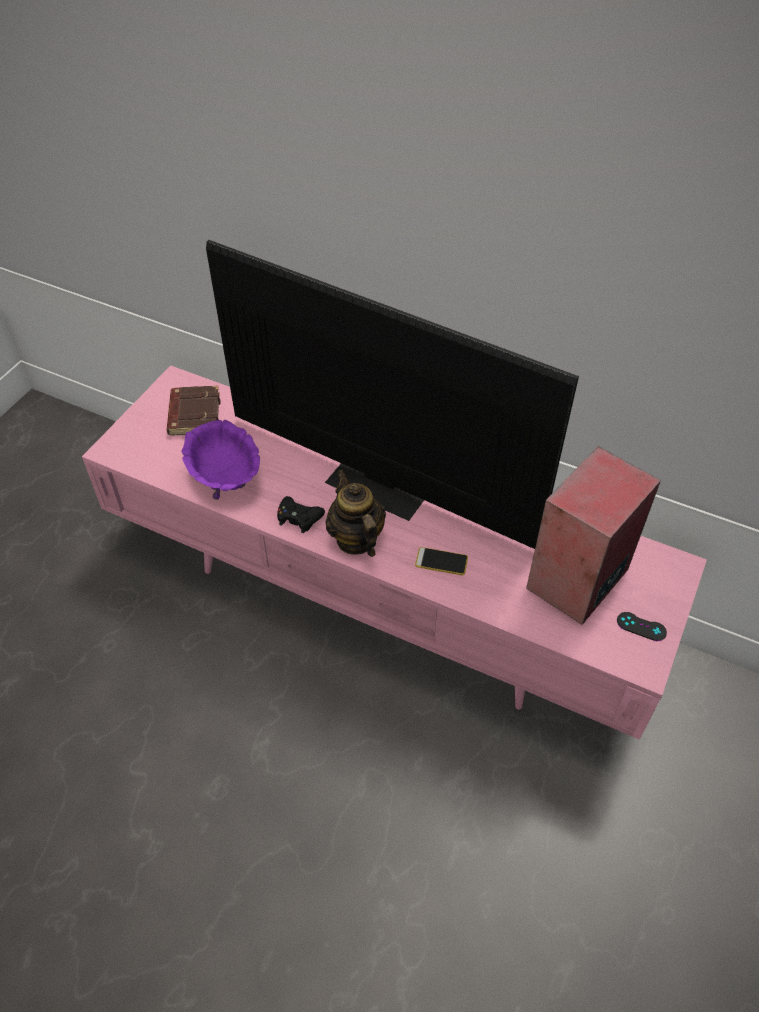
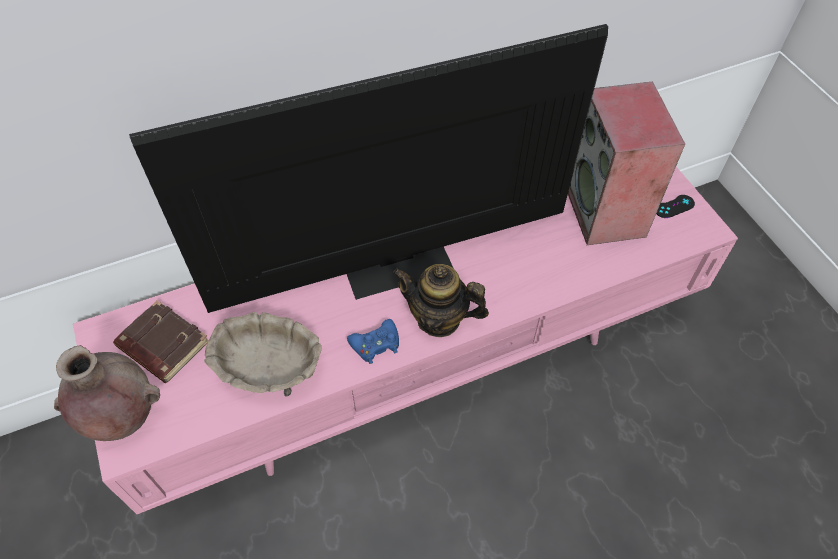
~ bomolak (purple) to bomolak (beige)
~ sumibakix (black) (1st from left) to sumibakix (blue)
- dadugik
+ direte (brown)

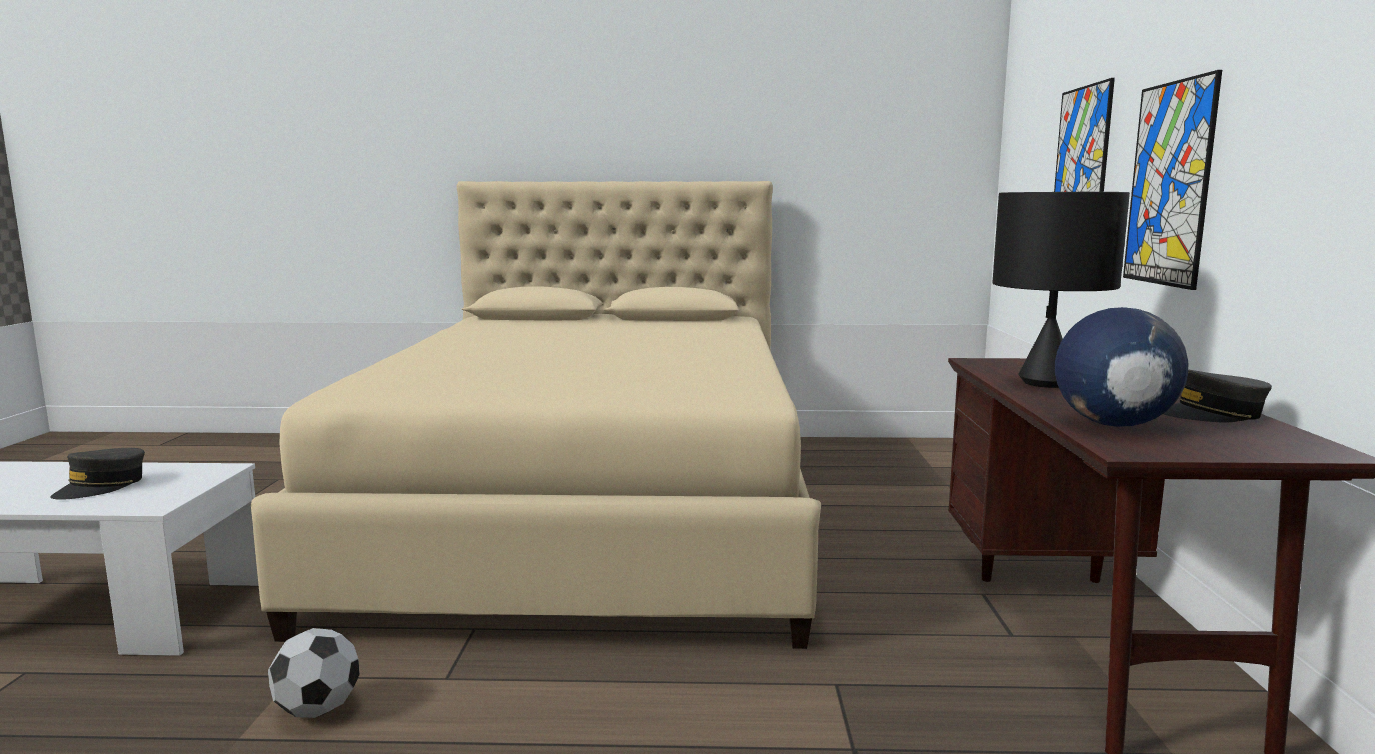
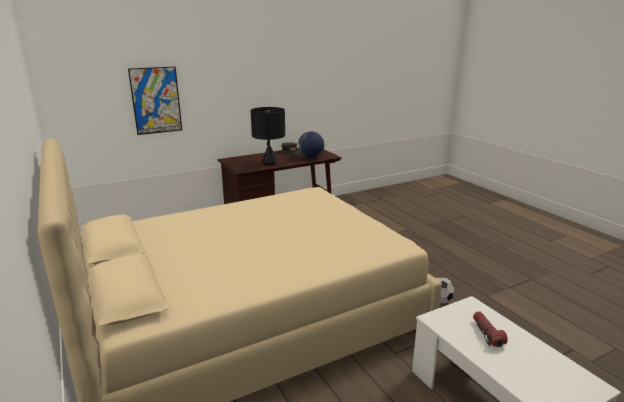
~ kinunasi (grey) (1st from left) to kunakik
- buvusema (2nd from left)

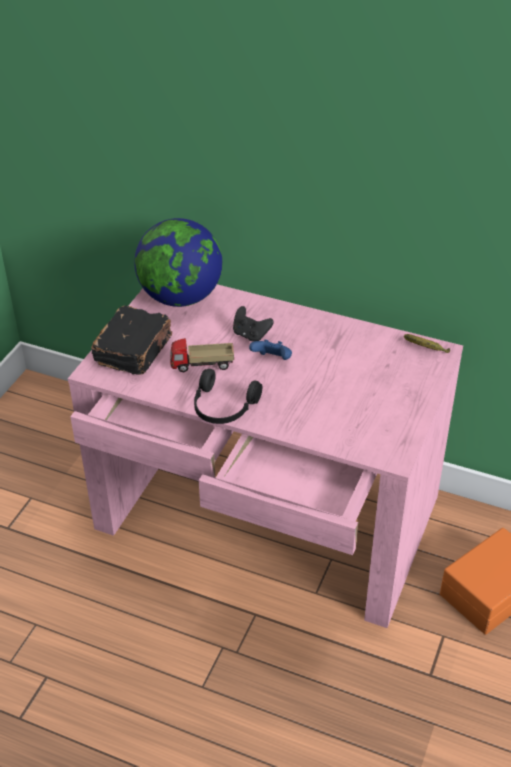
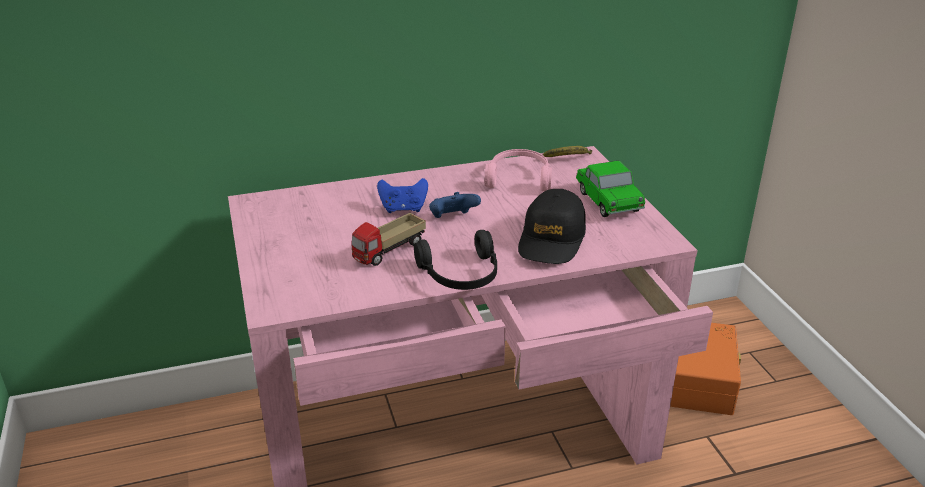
- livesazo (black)
- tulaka
~ sumibakix (black) to sumibakix (blue) (1st from left)
+ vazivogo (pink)
+ kinunasi (black)
+ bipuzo

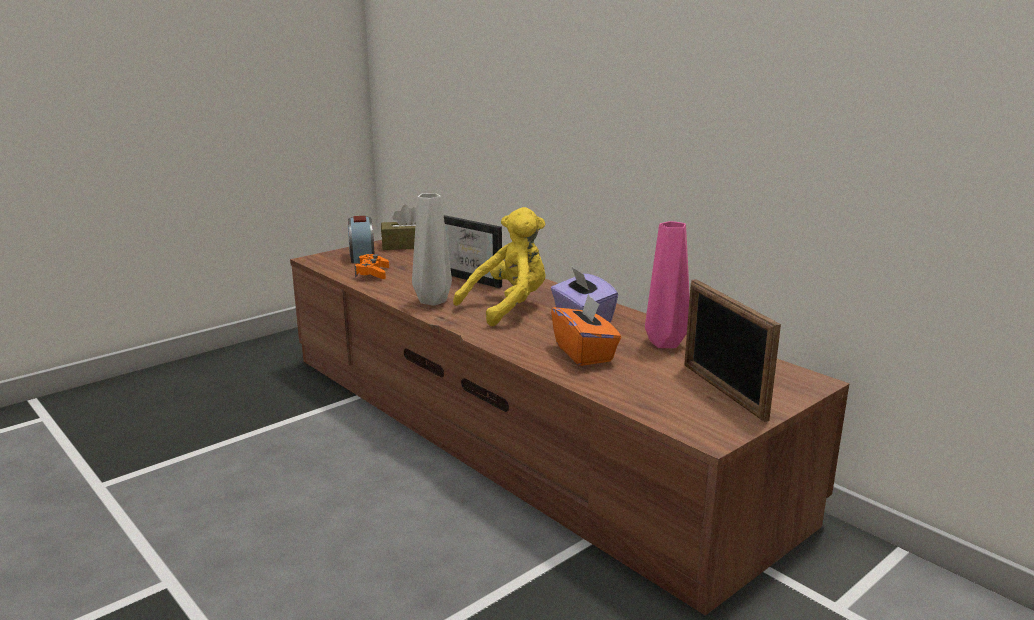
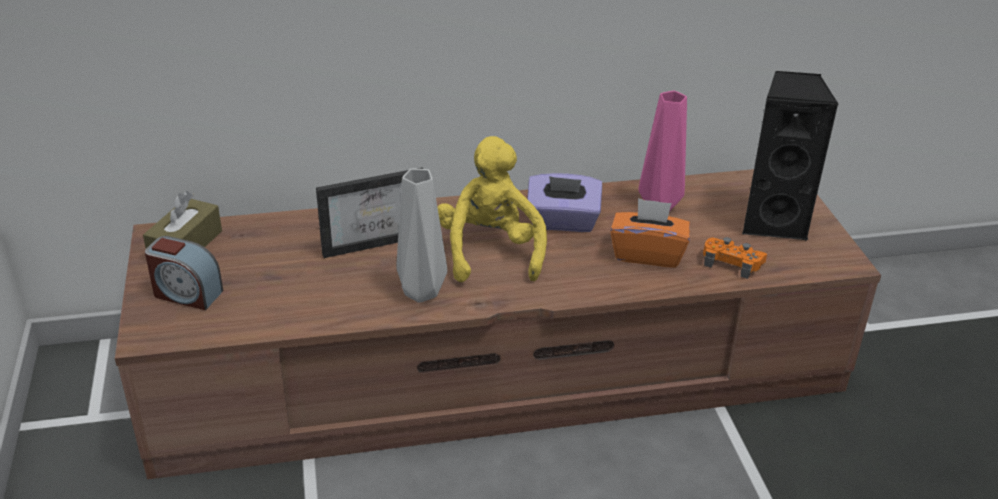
~ sumibakix (orange)
~ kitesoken (2nd from left) to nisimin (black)

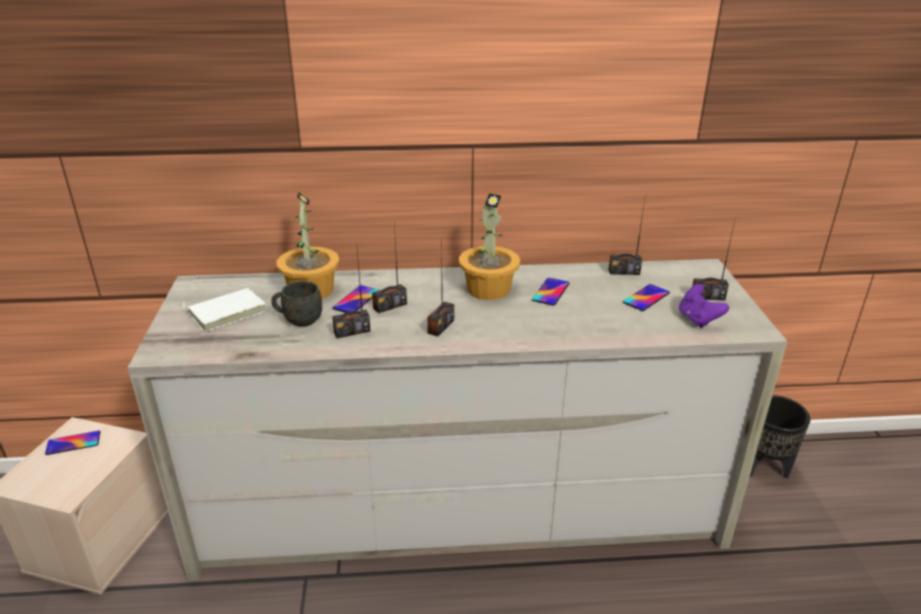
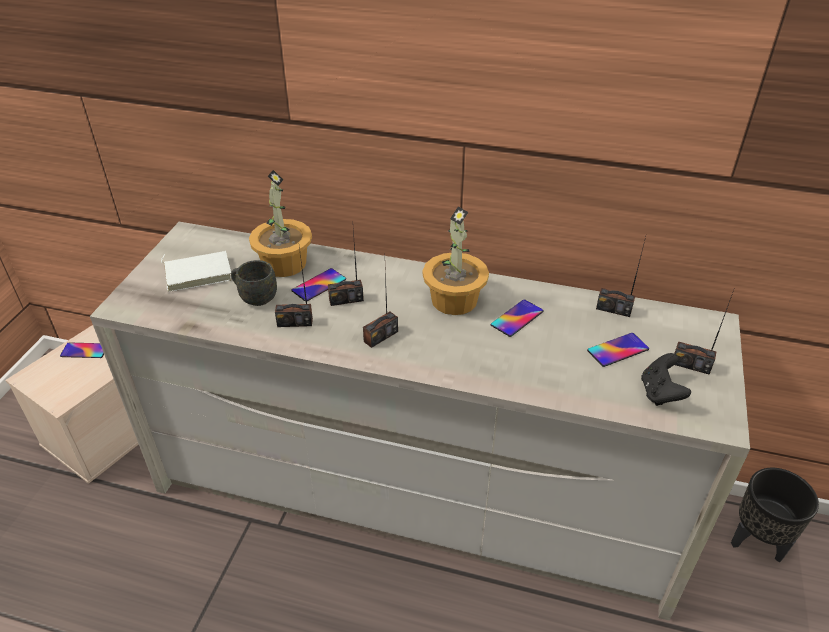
~ sumibakix (purple) to sumibakix (black)

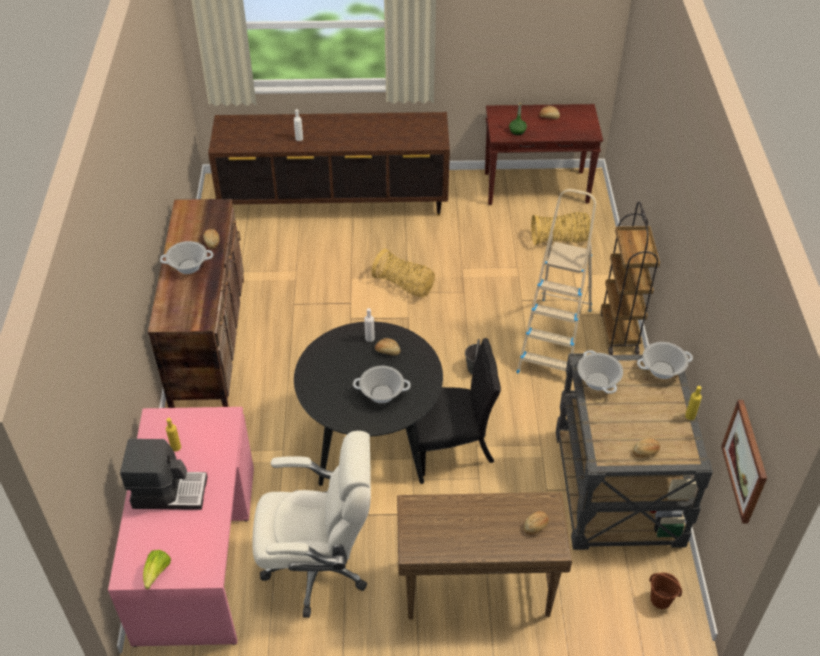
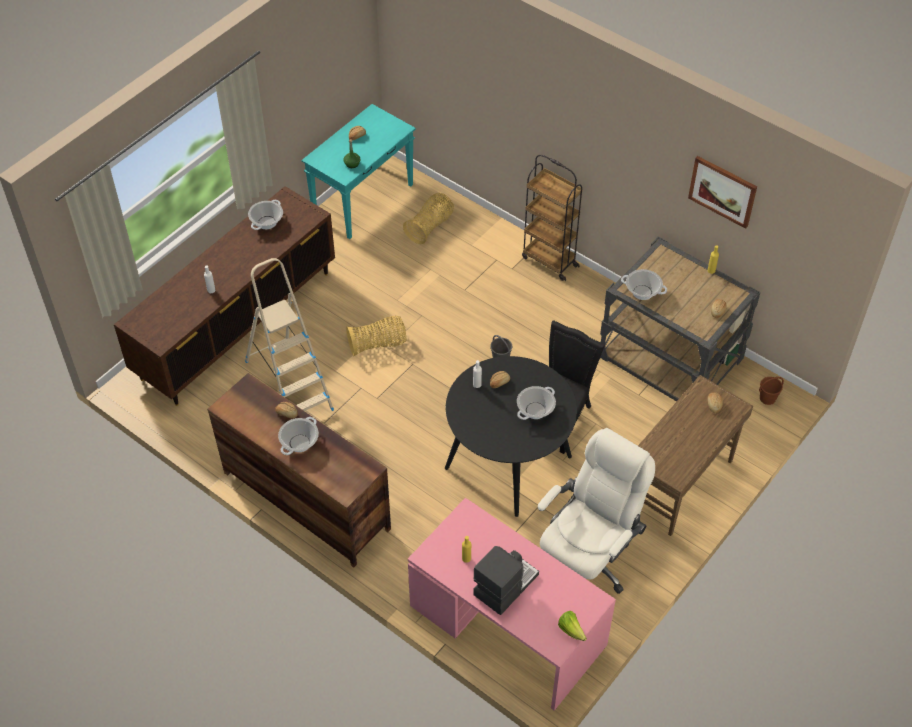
~ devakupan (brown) (2nd from left) to devakupan (turquoise)
~ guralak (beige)
~ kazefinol (4th from left in the first image) to kazefinol (1st from left)
~ buvusema

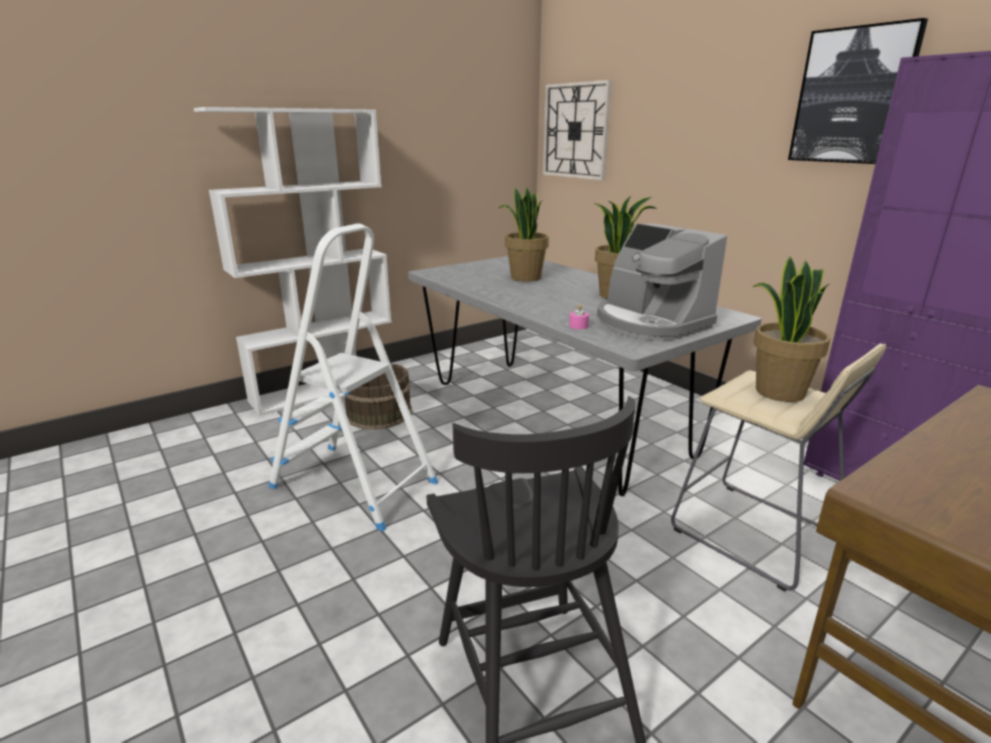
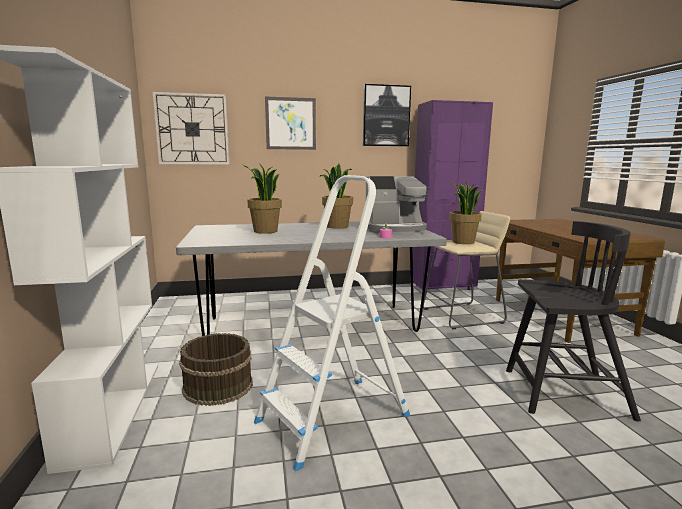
+ buvusema (1st from left)

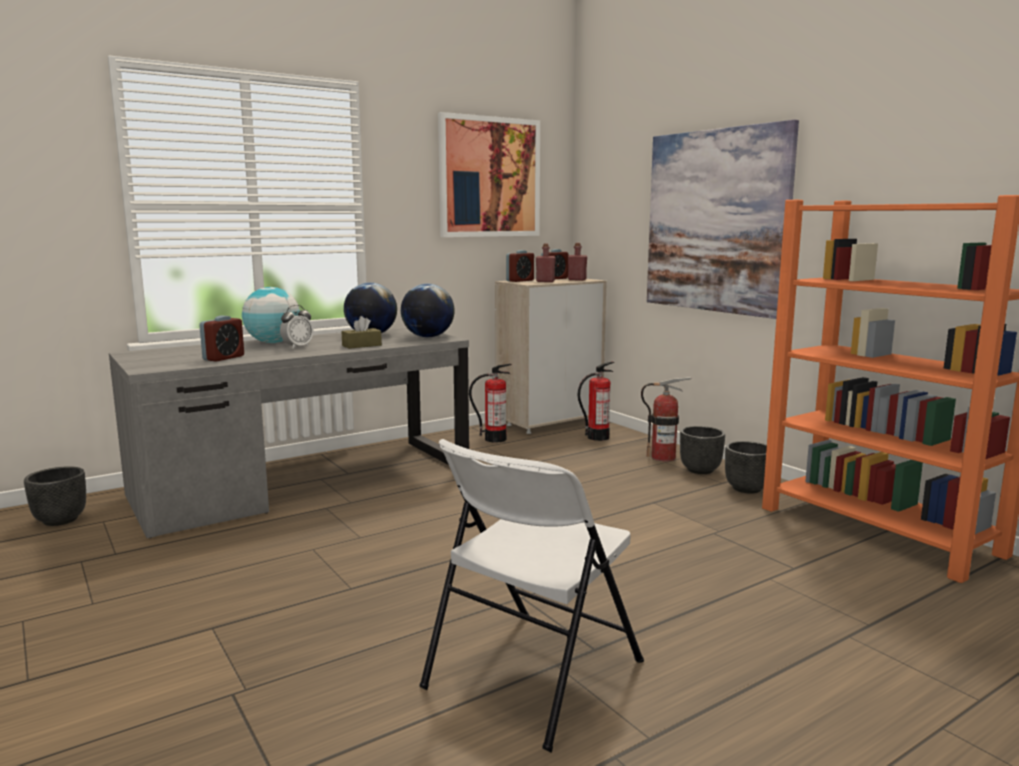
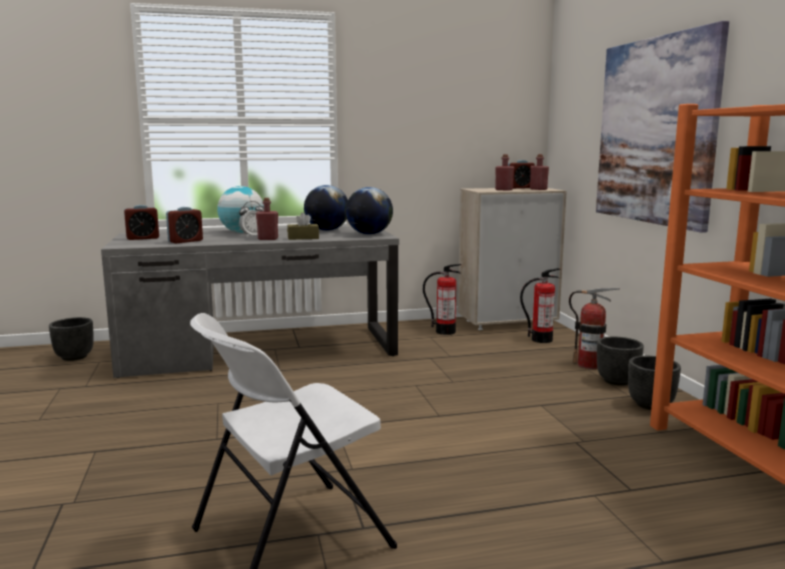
- buvusema (1st from left)
~ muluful (3rd from left in the first image) to muluful (1st from left)
+ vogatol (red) (1st from left)

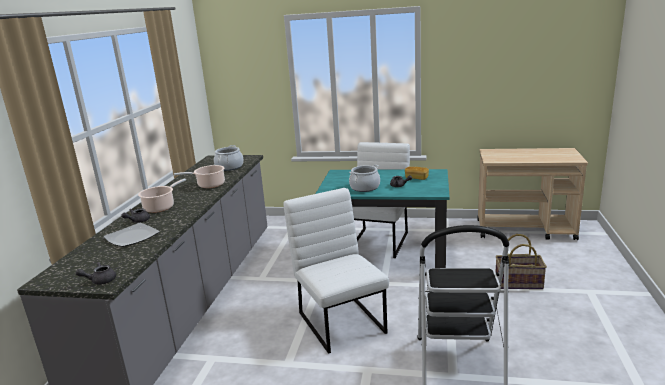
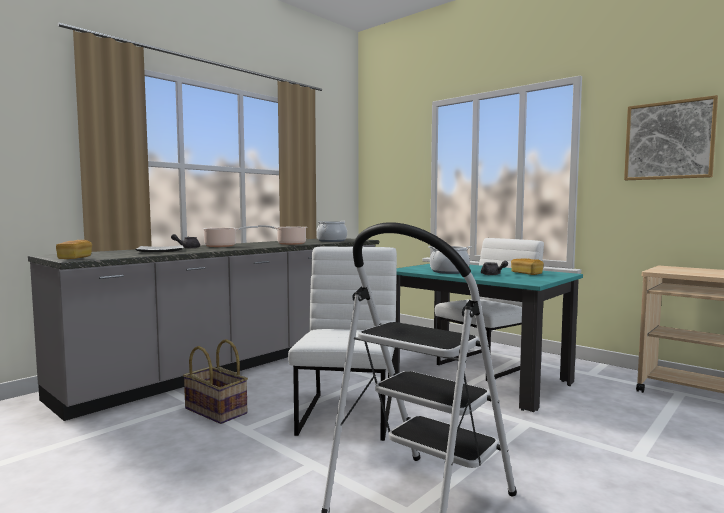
~ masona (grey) (1st from left) to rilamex (1st from left)
~ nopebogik
+ buvusema

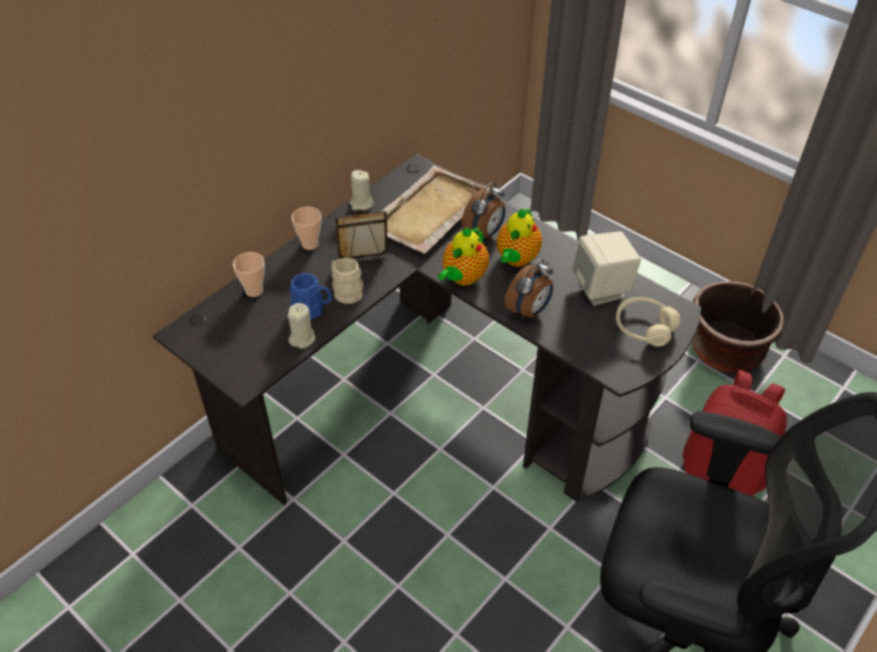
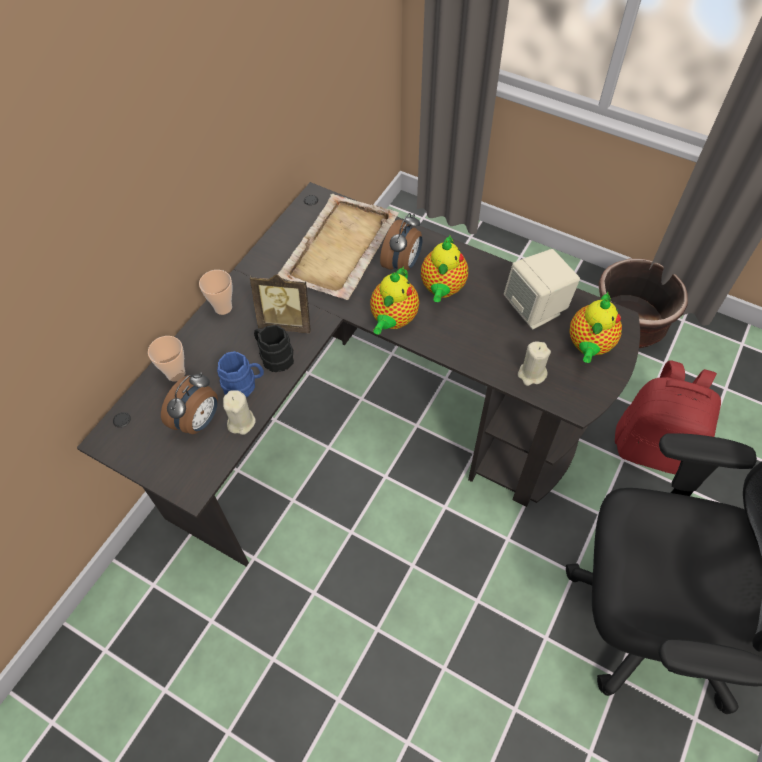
~ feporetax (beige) to feporetax (black)
~ kitesoken 150 degrees counterclockwise
~ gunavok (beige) (2nd from left)
~ muluful (2nd from left in the first image) to muluful (1st from left)
~ vazivogo (beige) to masona (3rd from left)

